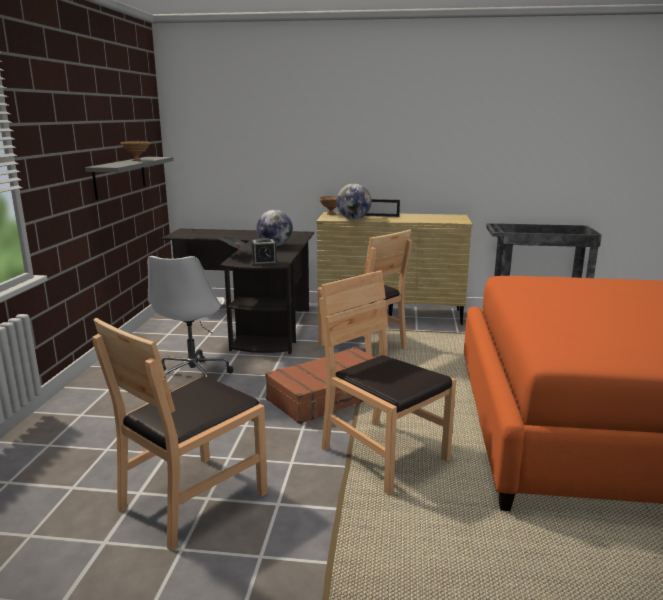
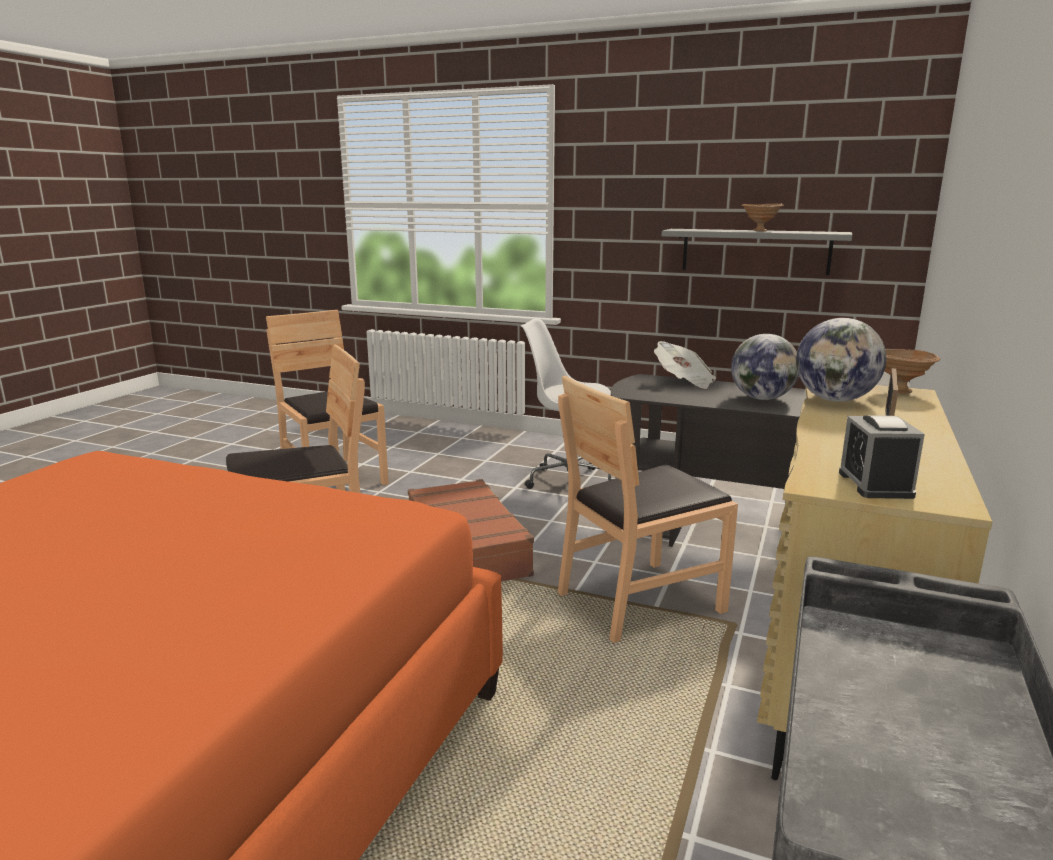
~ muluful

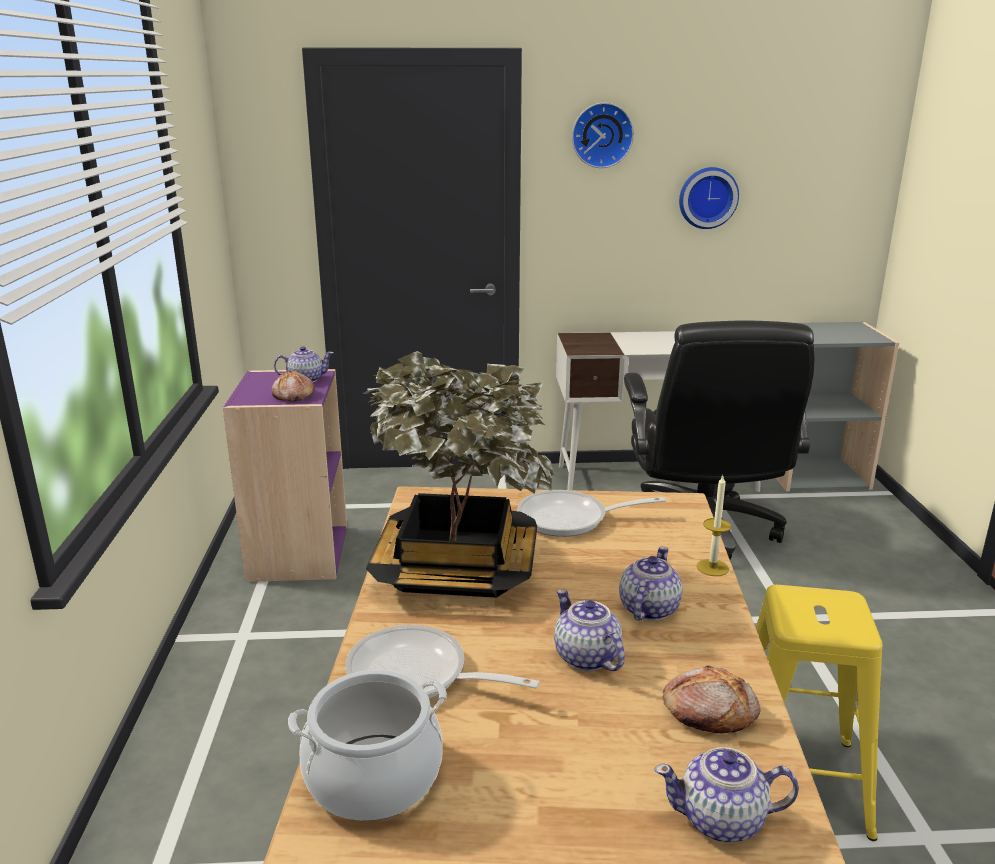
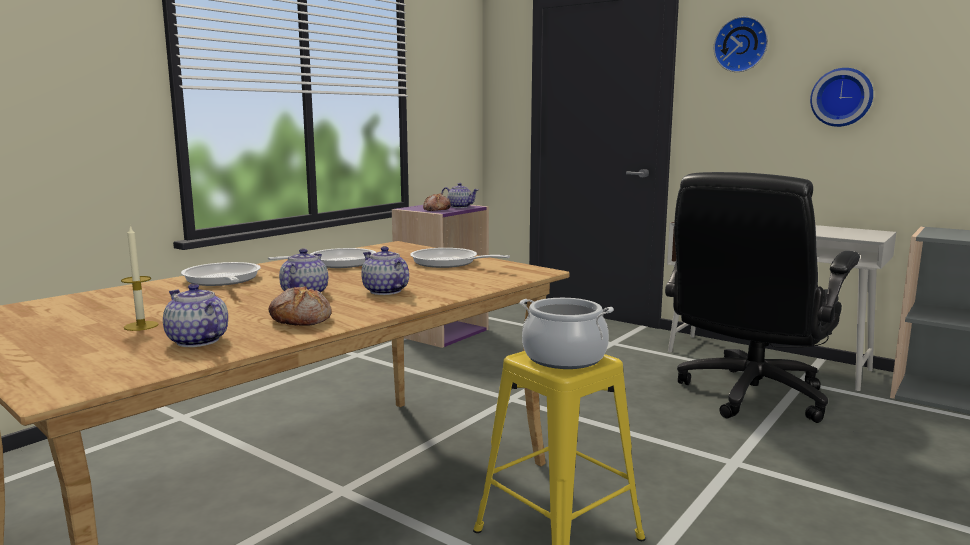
~ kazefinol
~ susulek to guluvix (2nd from left)
~ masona (3rd from left) 105 degrees counterclockwise
~ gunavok

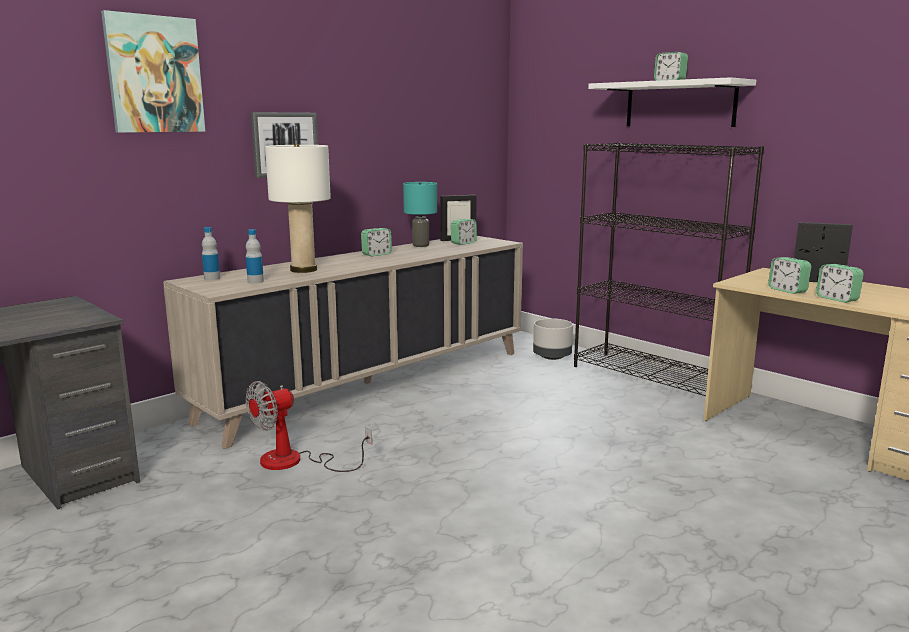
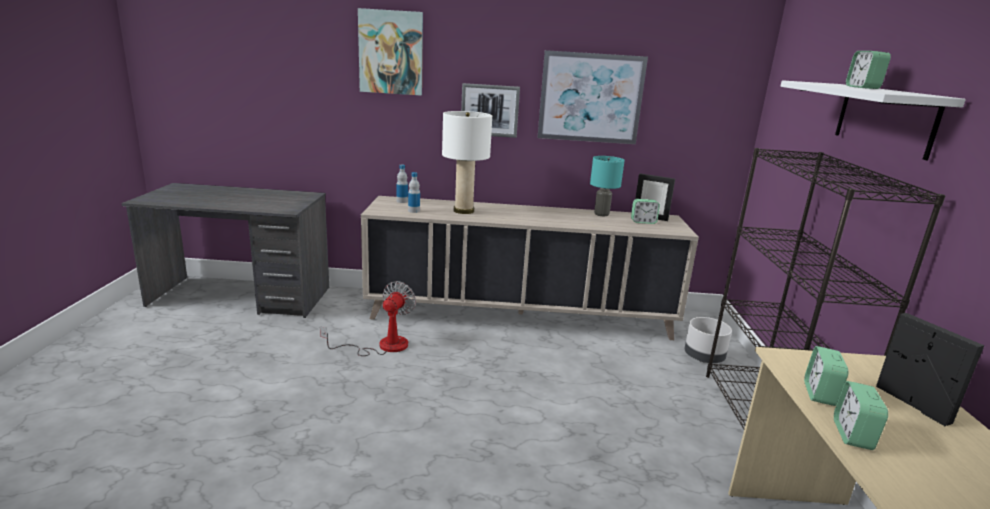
~ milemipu 105 degrees clockwise
- muluful (1st from left)
+ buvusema (3rd from left)

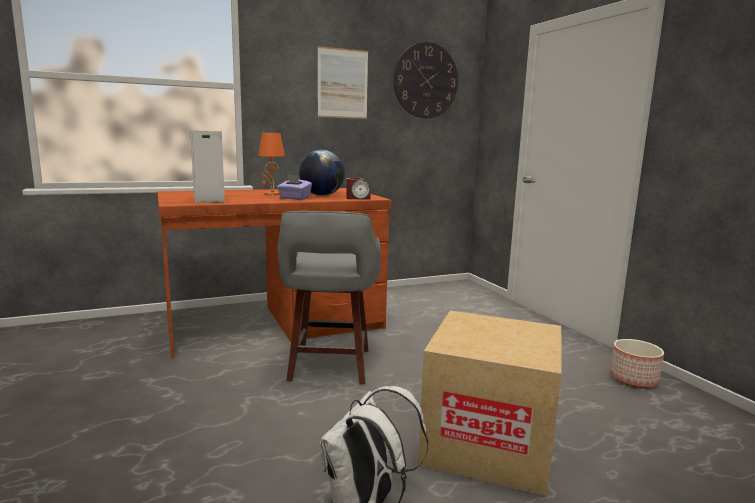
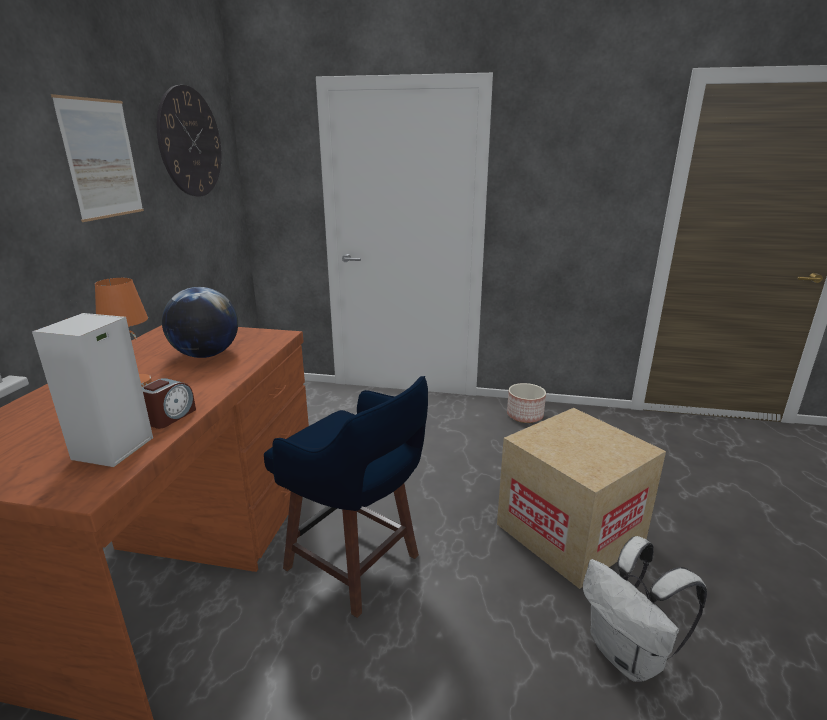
- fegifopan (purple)
~ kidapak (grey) to kidapak (blue)
~ muluful

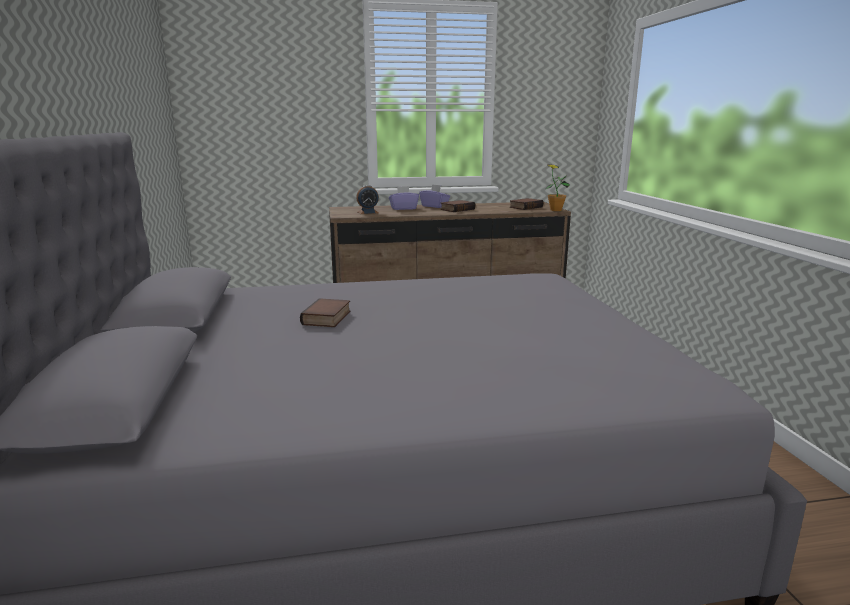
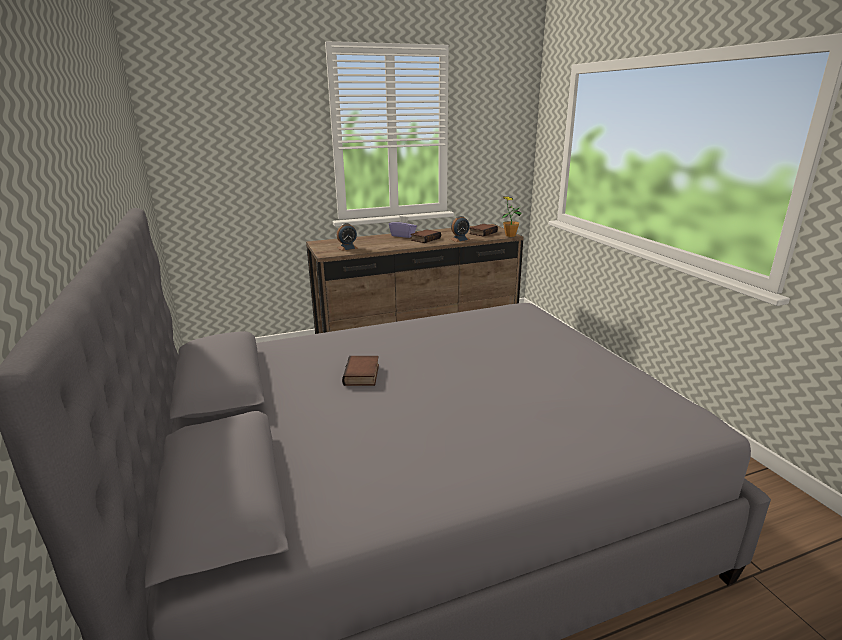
- fegifopan (purple) (1st from left)
+ muluful (2nd from left)

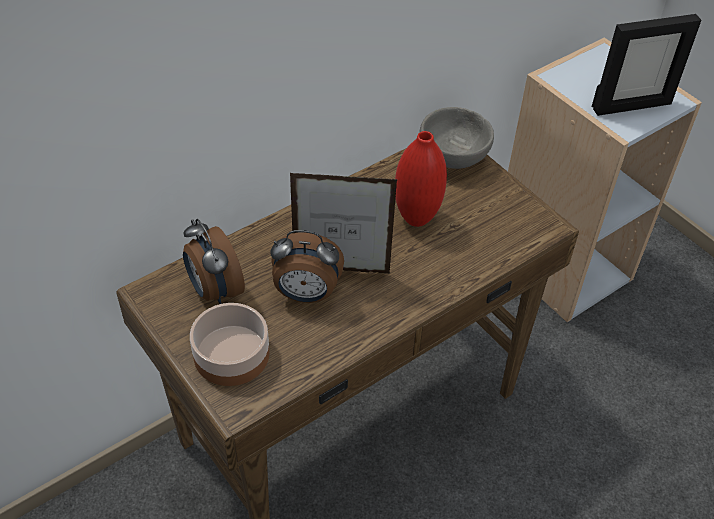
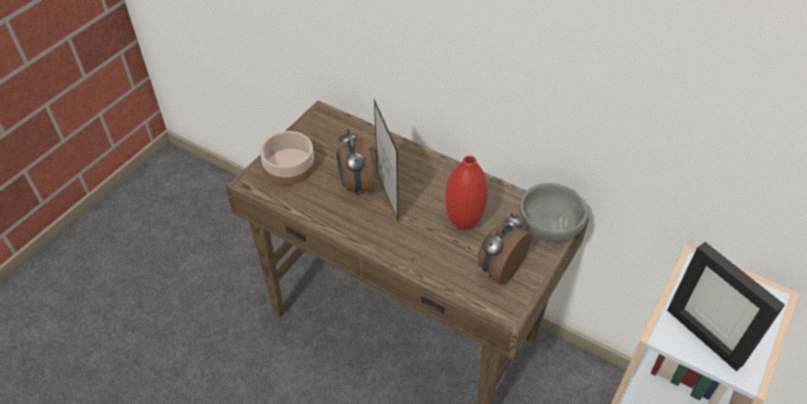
~ muluful (1st from left in the first image) to muluful (2nd from left)

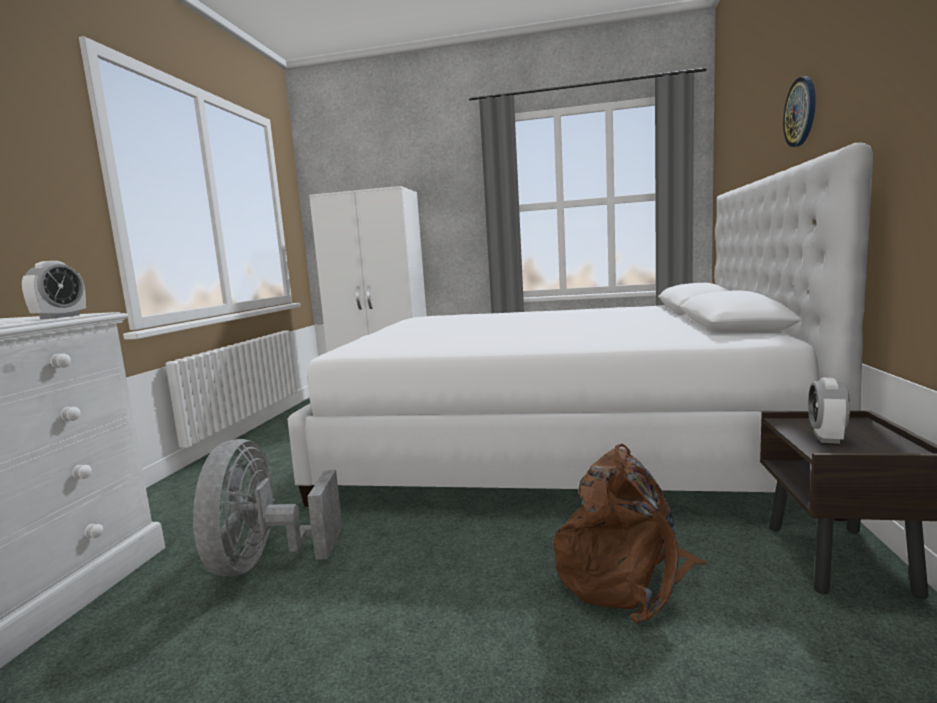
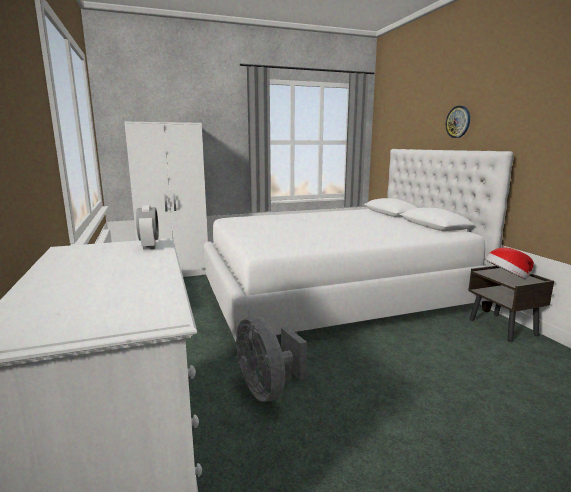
- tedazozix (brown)
~ muluful (2nd from left) to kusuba

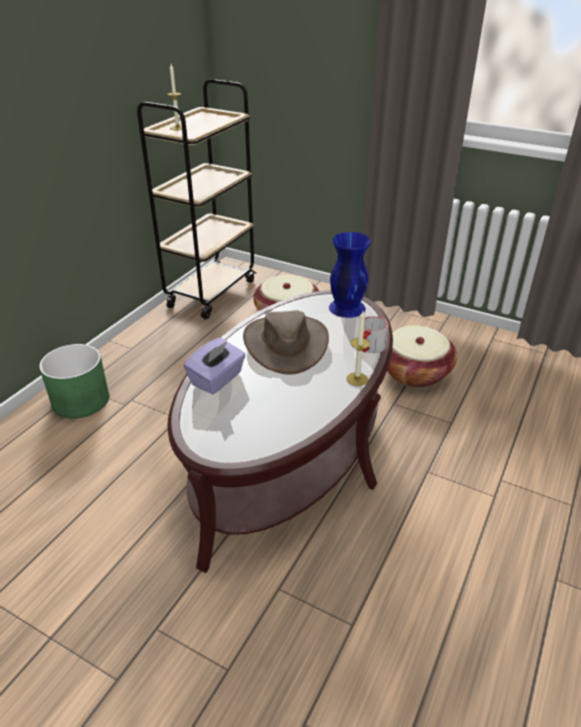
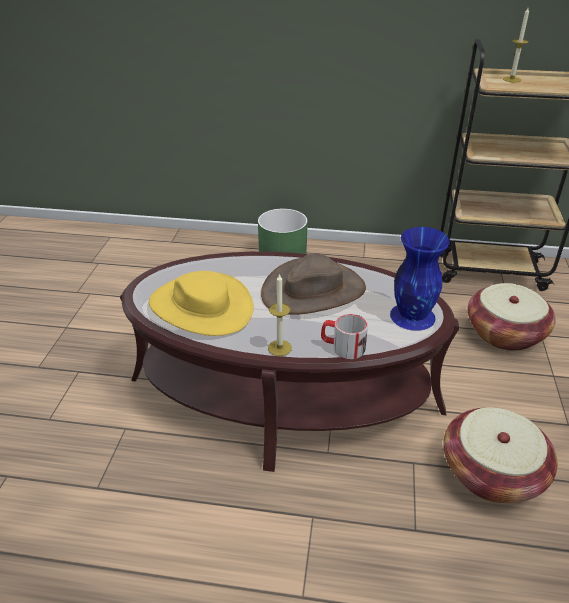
- fegifopan (purple)
+ kusuba (yellow)

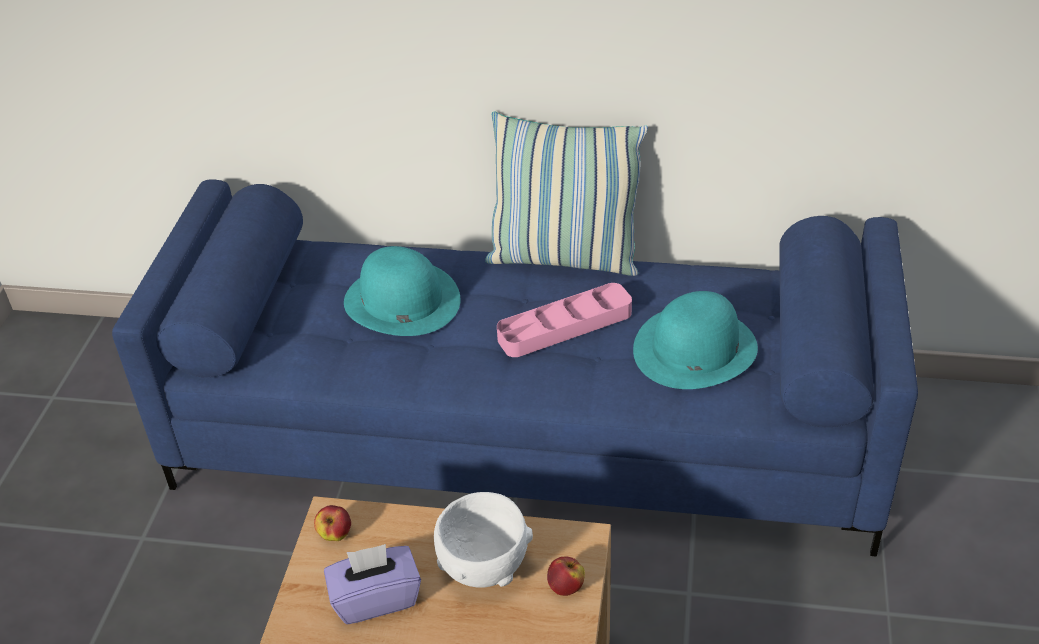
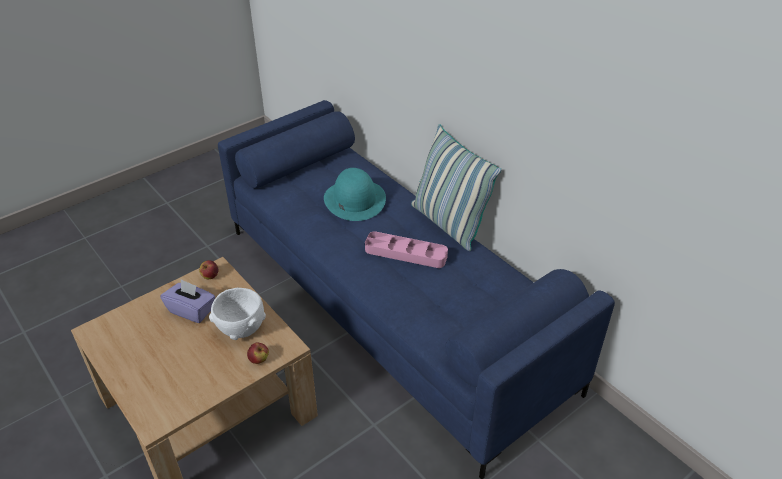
- kusuba (turquoise) (2nd from left)

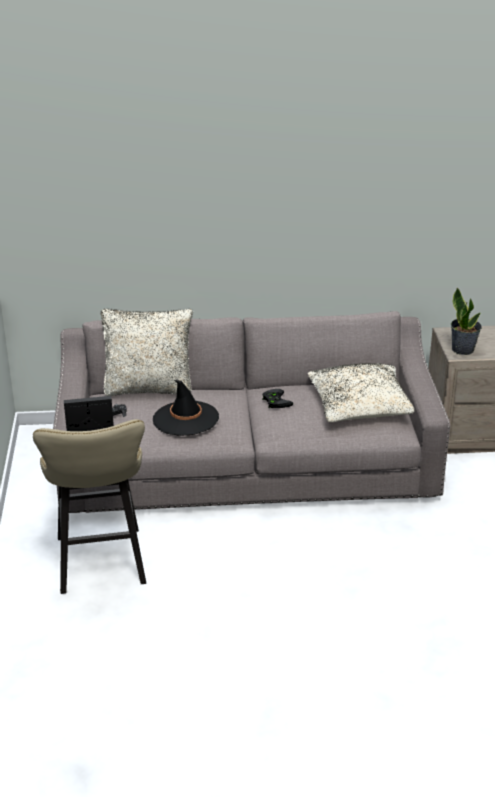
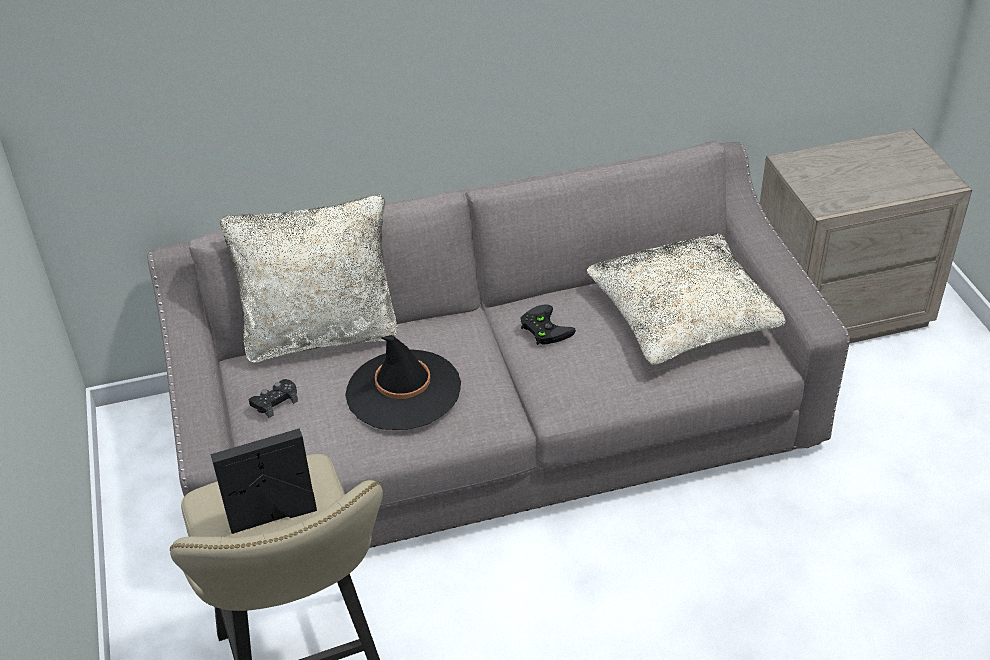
- susulek

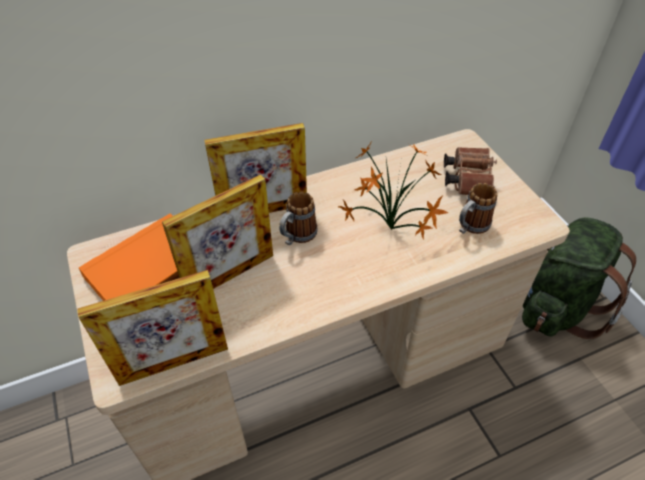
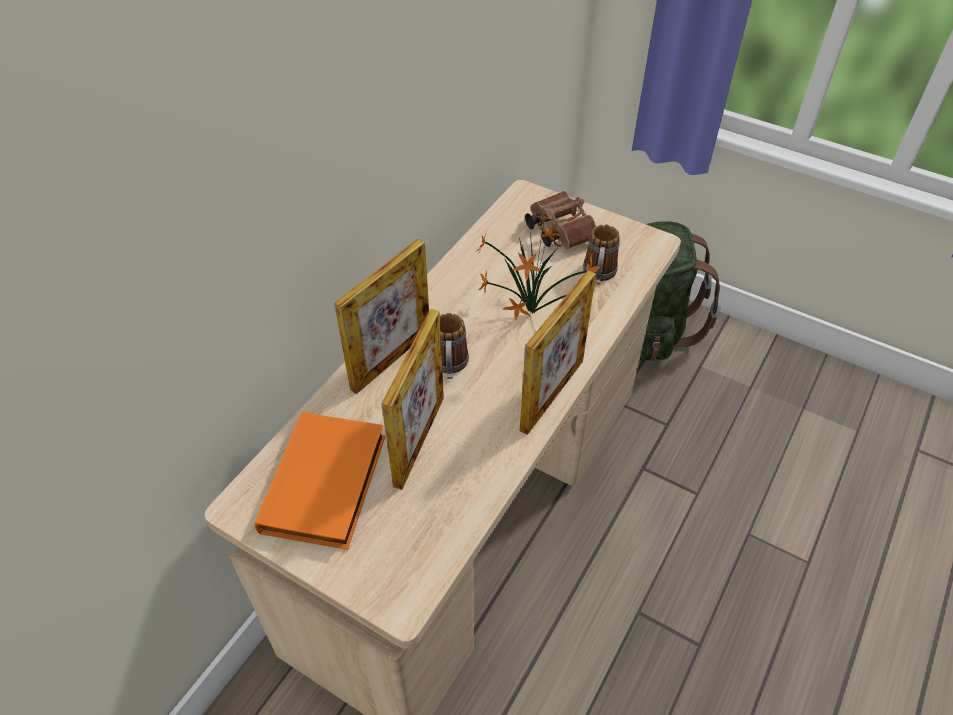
~ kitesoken (1st from left in the first image) to kitesoken (3rd from left)

